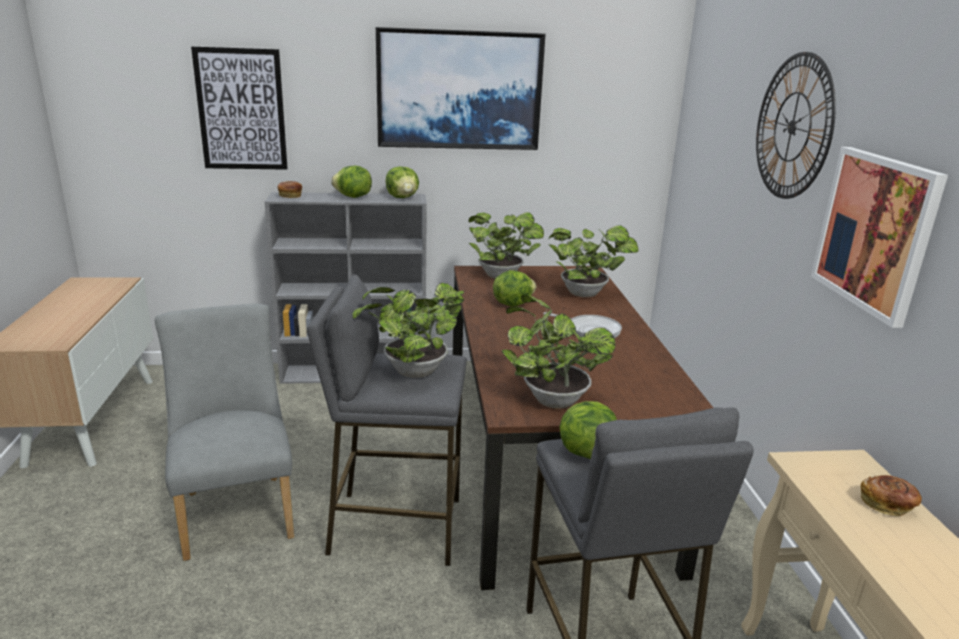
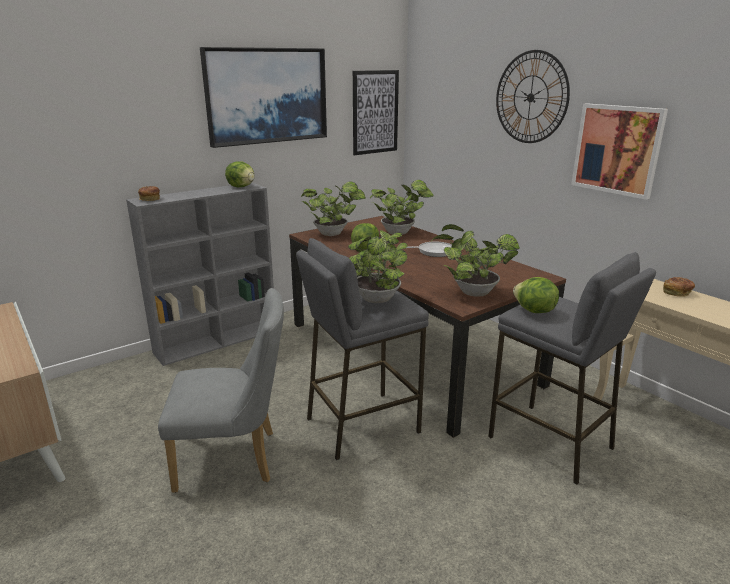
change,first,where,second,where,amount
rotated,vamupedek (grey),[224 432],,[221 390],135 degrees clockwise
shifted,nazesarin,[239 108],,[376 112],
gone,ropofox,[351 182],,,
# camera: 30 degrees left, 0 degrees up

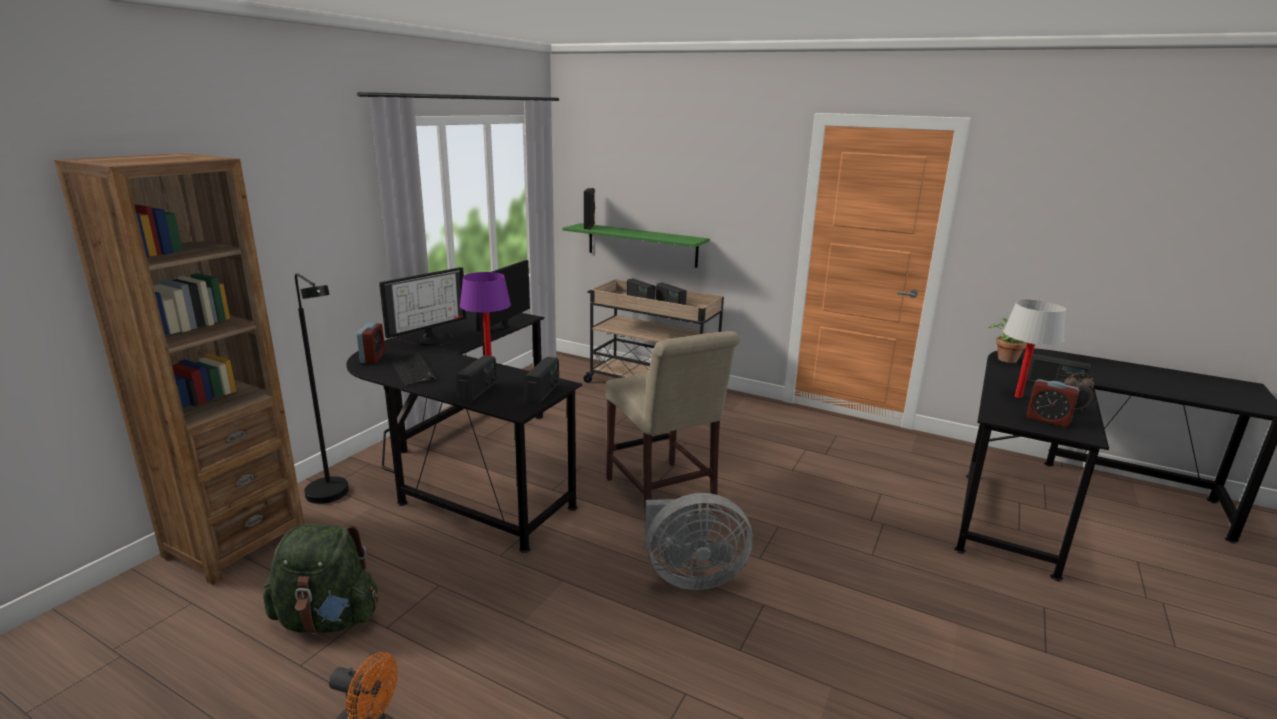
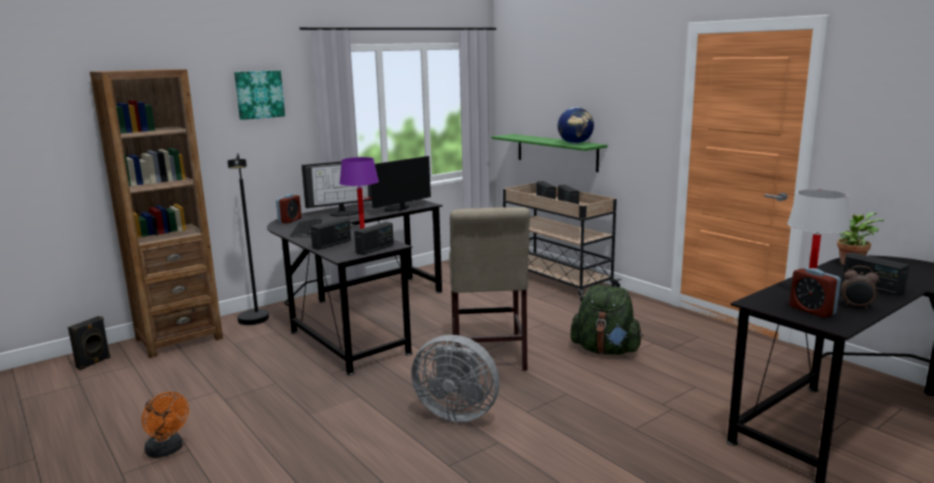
change,first,where,second,where,amount
shifted,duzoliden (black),[589 209],,[89 343],
new,,,nazesarin,[259 95],
new,,,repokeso,[576 125],
shifted,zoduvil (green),[320 579],,[606 320],
# camera: 25 degrees right, 5 degrees down

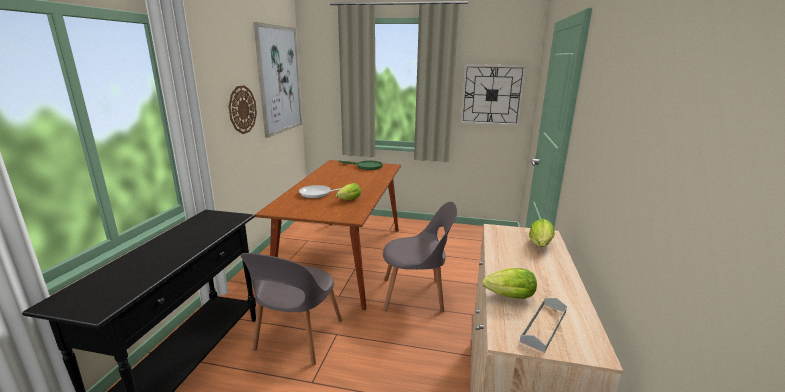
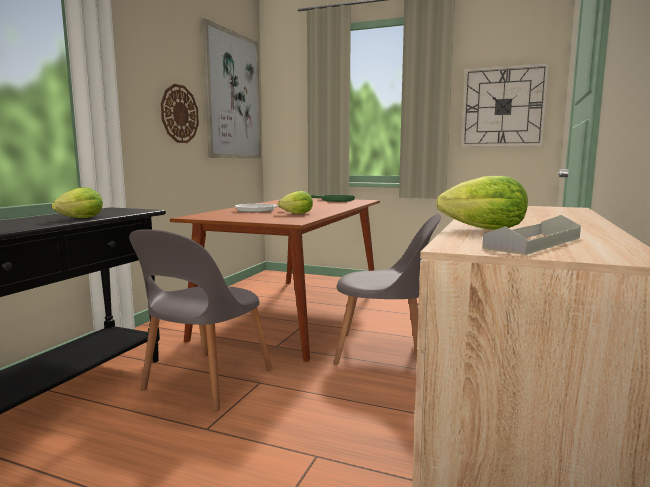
change,first,where,second,where,amount
shifted,ropofox,[542 233],,[77 202],
# camera: 10 degrees right, 10 degrees down

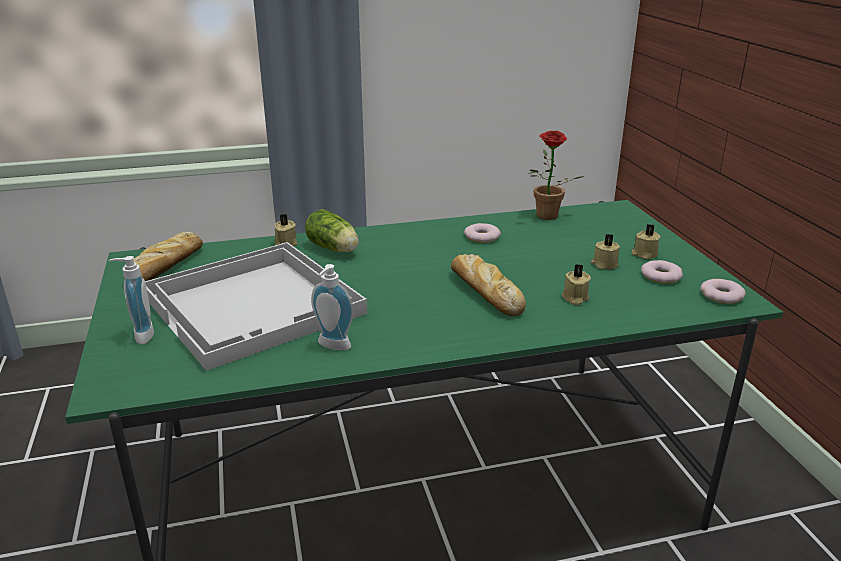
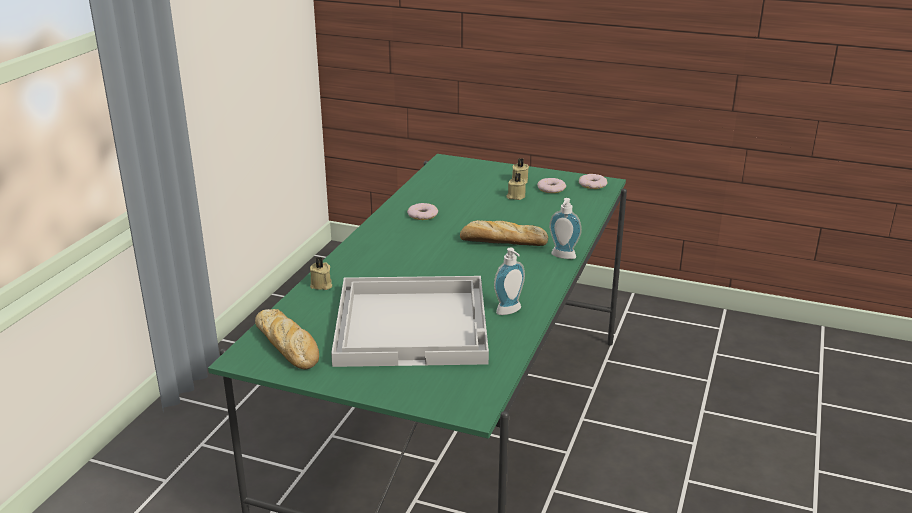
change,first,where,second,where,amount
shifted,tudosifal,[131 300],,[565 228],
gone,ropofox,[332 230],,,
gone,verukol,[556 175],,,
gone,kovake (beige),[576 284],,,
# camera: 55 degrees left, 0 degrees up

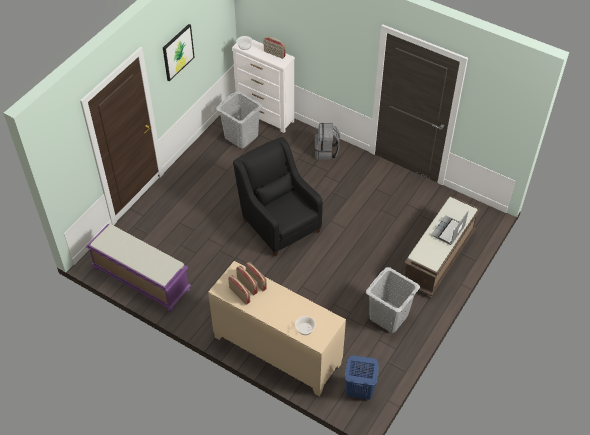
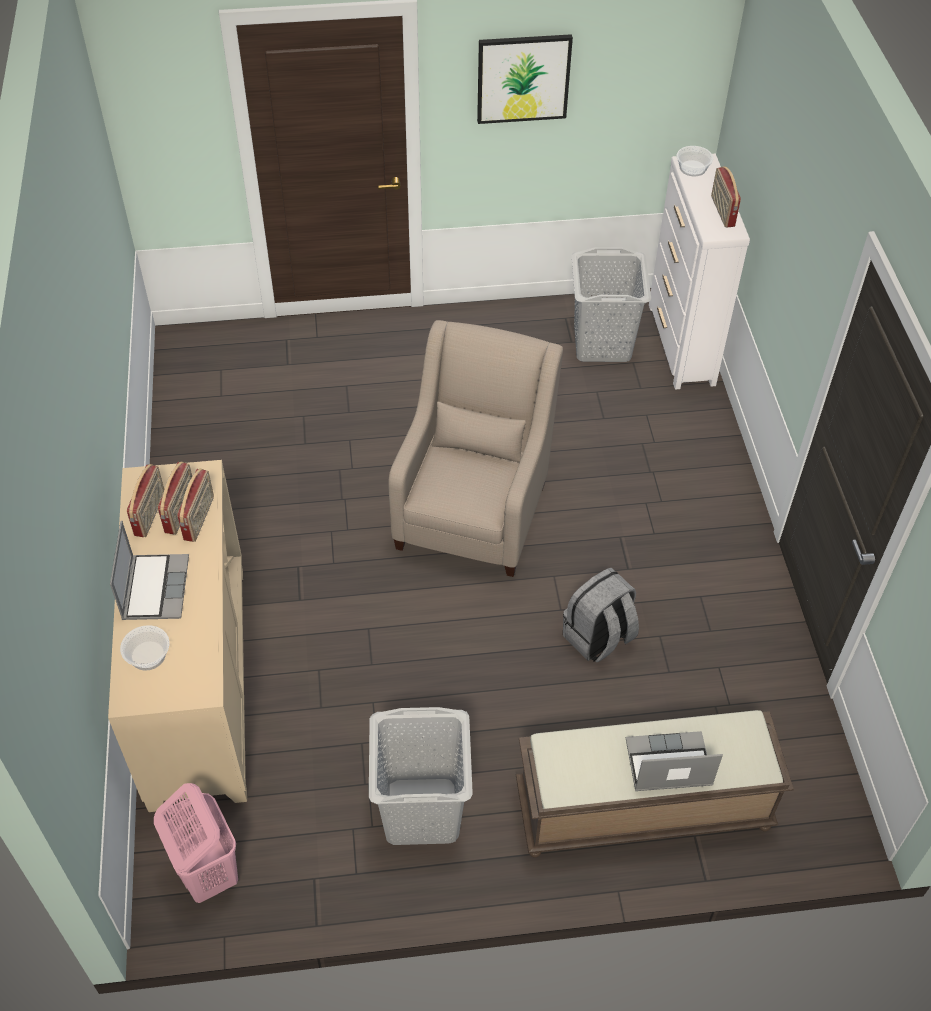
change,first,where,second,where,amount
new,,,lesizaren,[149 570],
repainted,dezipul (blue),[362 377],dezipul (pink),[196 843],
repainted,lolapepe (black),[278 197],lolapepe (beige),[475 448],
shifted,zoduvil (grey),[327 141],,[601 615],
gone,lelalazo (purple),[139 268],,,
# camera: 50 degrees right, 0 degrees up

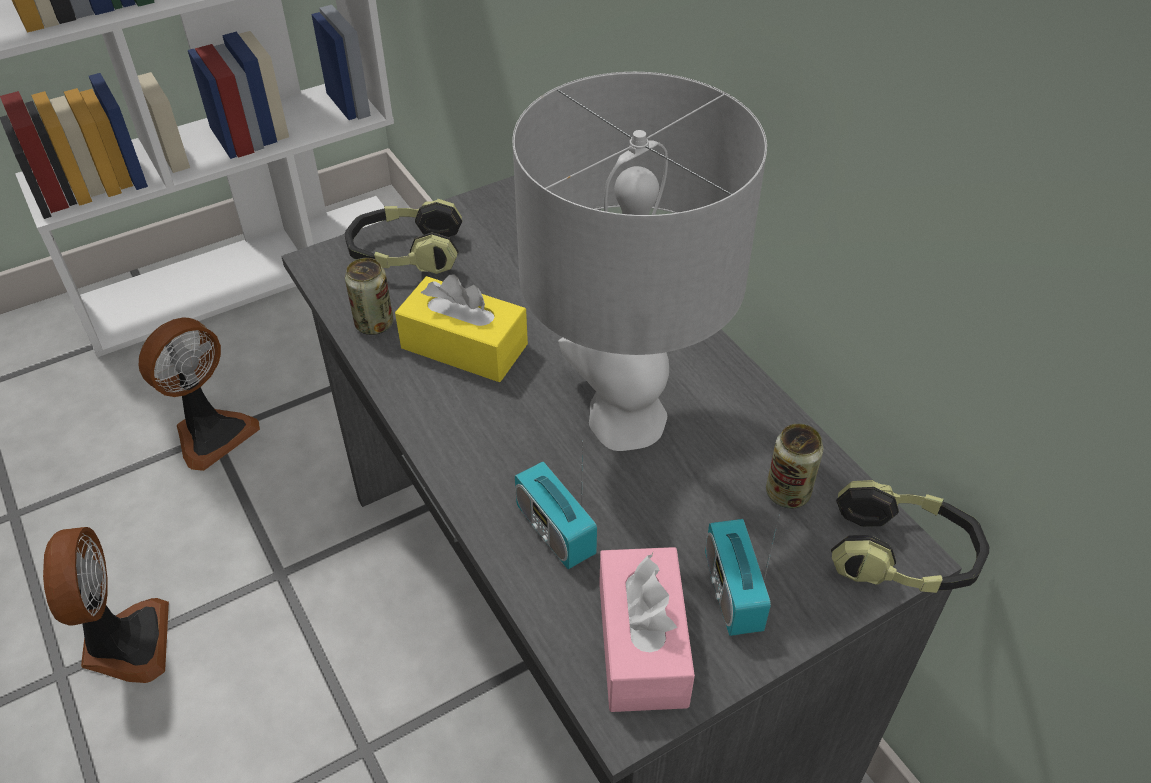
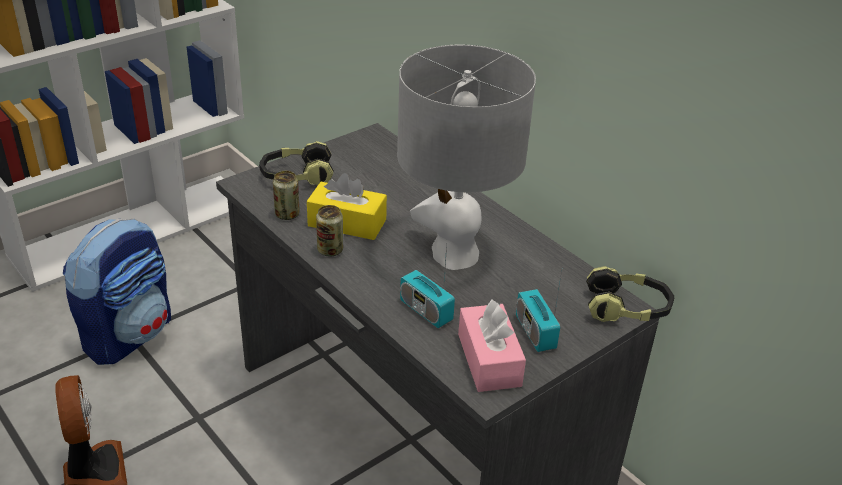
change,first,where,second,where,amount
swapped,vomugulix,[199 394],zoduvil,[117 291],
shifted,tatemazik,[794 466],,[329 230],
# camera: 10 degrees left, 10 degrees down

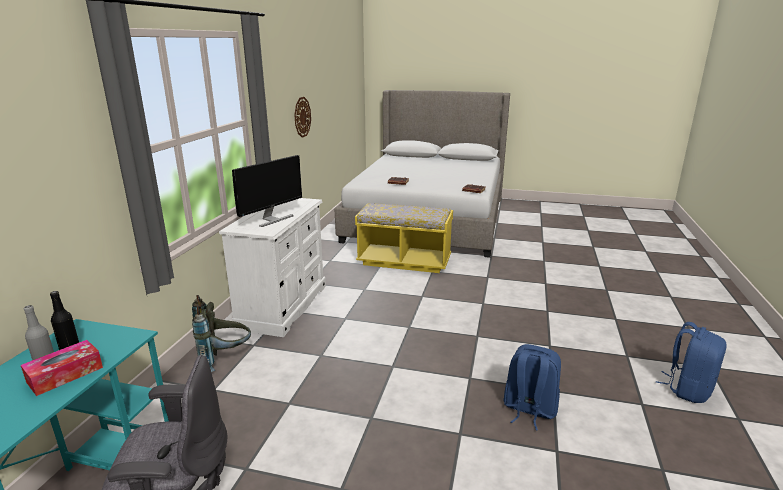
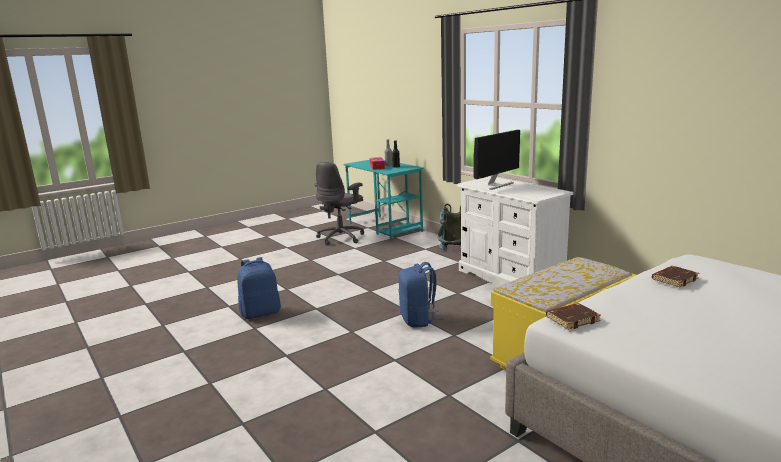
change,first,where,second,where,amount
shifted,zoduvil (blue),[691 362],,[421 295],
rotated,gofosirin,[267 191],,[496 160],120 degrees counterclockwise
gone,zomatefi,[302 117],,,
# camera: 130 degrees right, 5 degrees down

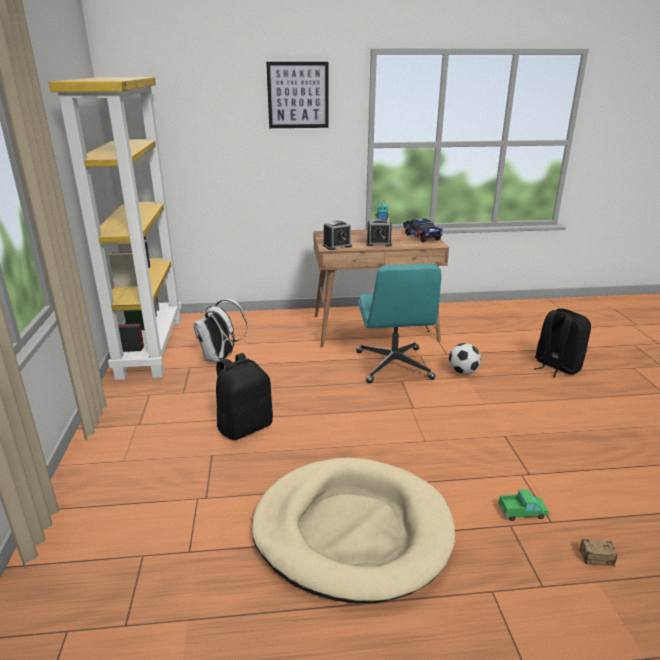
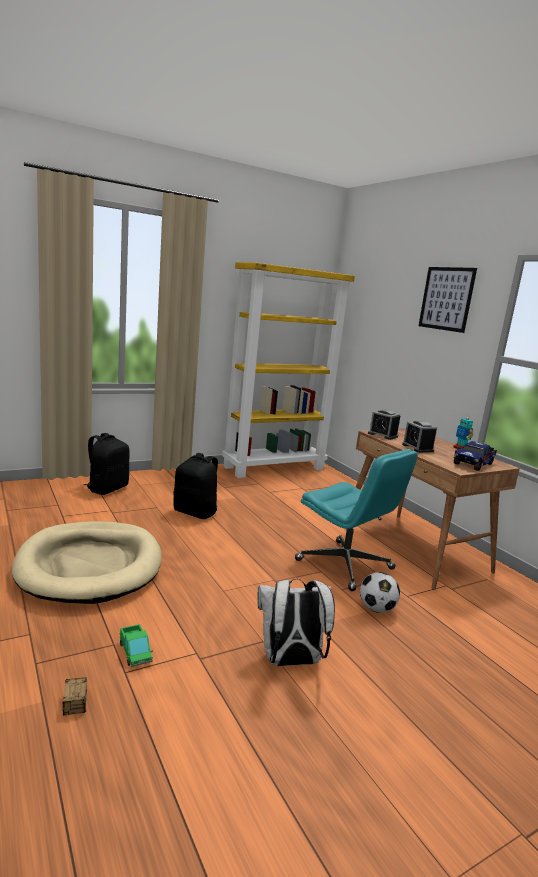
change,first,where,second,where,amount
shifted,zoduvil (black),[562 342],,[106 464],
shifted,zoduvil (white),[220 330],,[296 622],
rotated,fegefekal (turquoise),[399 323],,[356 520],105 degrees counterclockwise
# camera: 65 degrees right, 10 degrees down

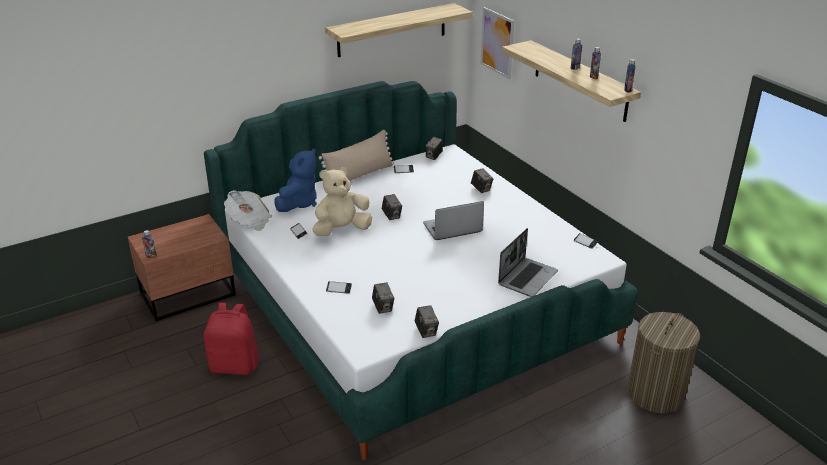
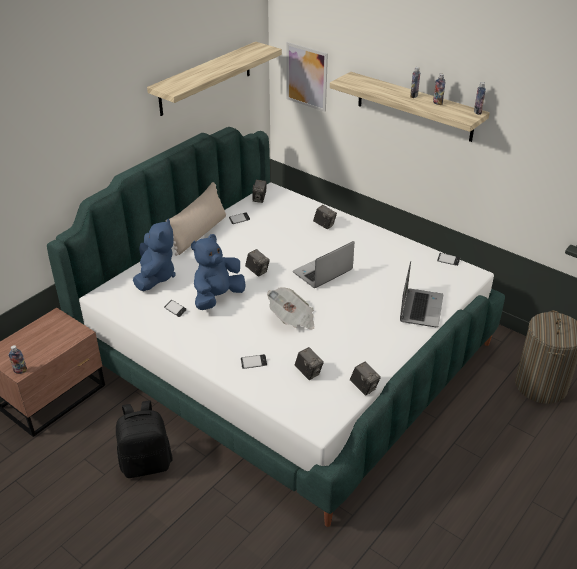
change,first,where,second,where,amount
repainted,zoduvil (red),[231 339],zoduvil (black),[144 439],
repainted,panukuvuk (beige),[342 201],panukuvuk (blue),[218 272],
shifted,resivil,[248 210],,[290 308],
# camera: 20 degrees left, 5 degrees up

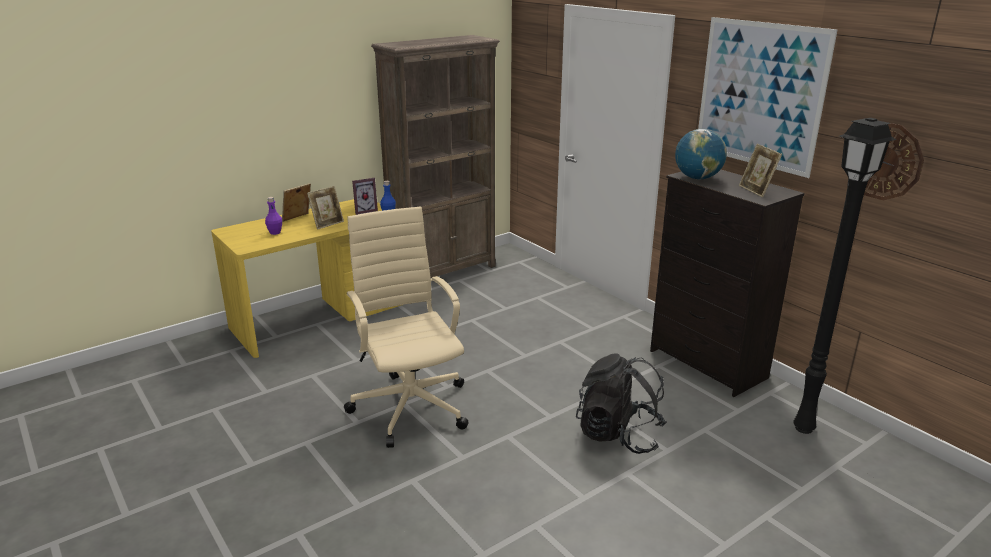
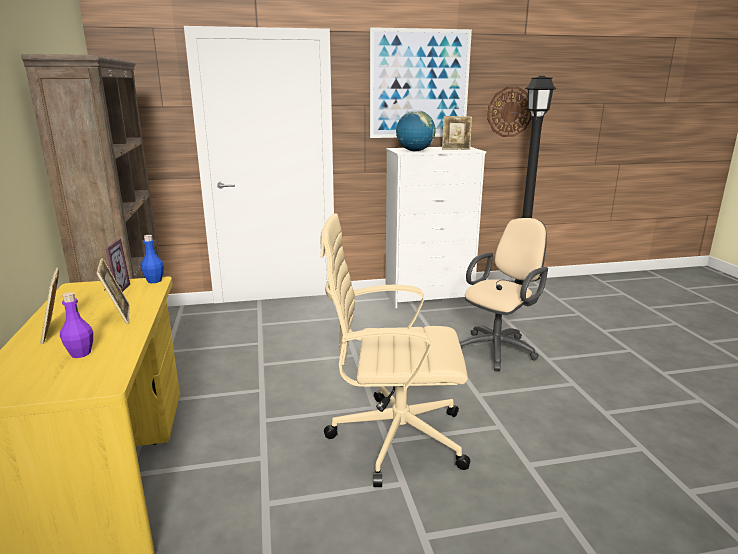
change,first,where,second,where,amount
repainted,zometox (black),[727 283],zometox (white),[435 227],
swapped,zoduvil (black),[621 403],fegefekal (beige),[503 294],
# camera: 65 degrees left, 5 degrees down

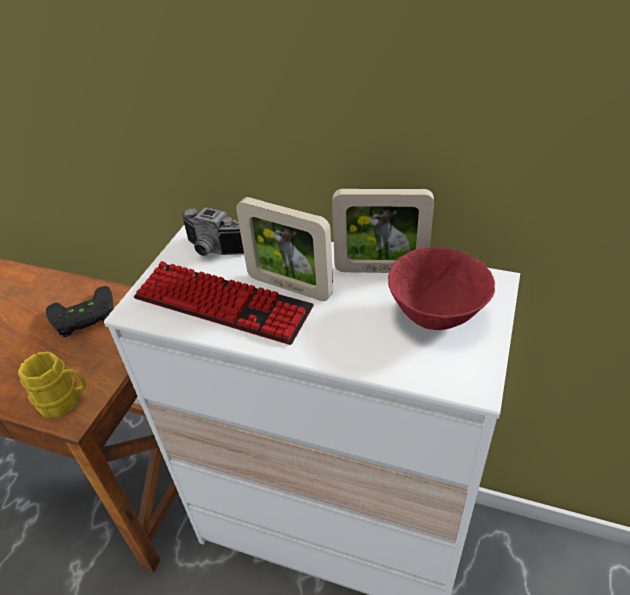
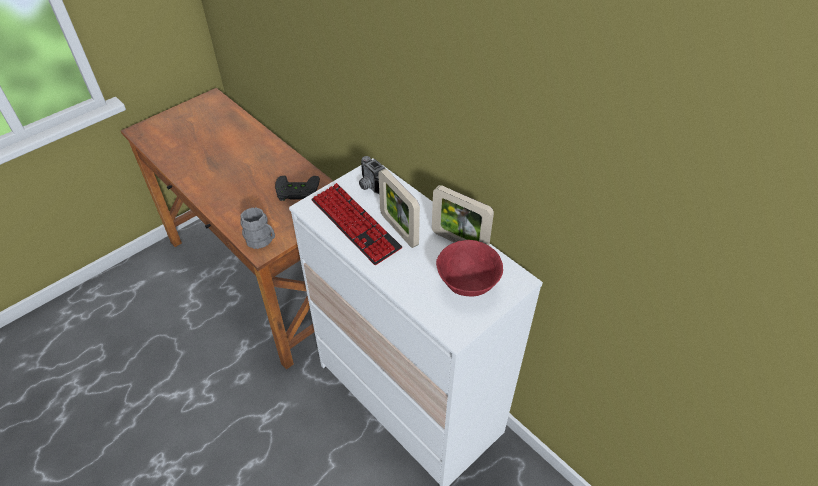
change,first,where,second,where,amount
repainted,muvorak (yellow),[52 385],muvorak (grey),[257 228],
# camera: 25 degrees right, 5 degrees up

